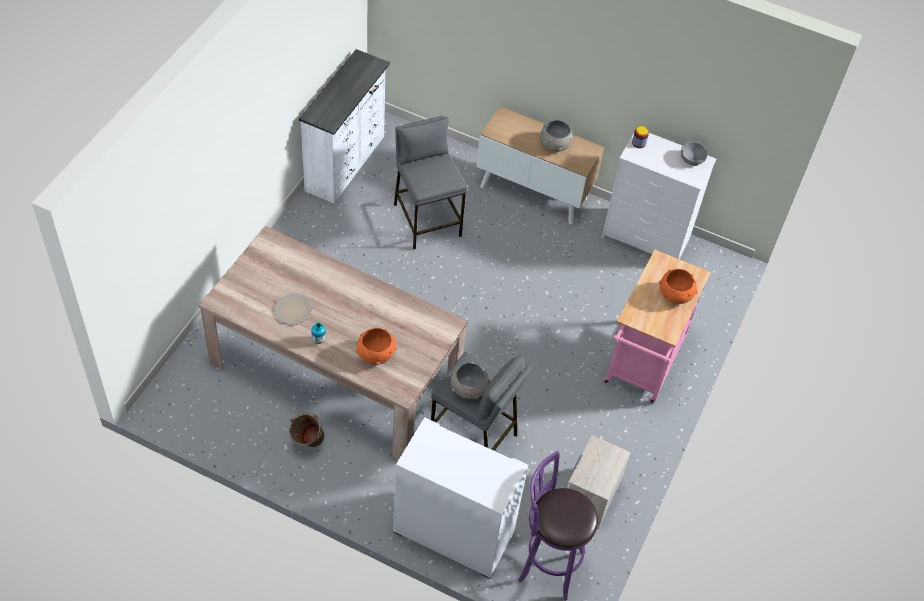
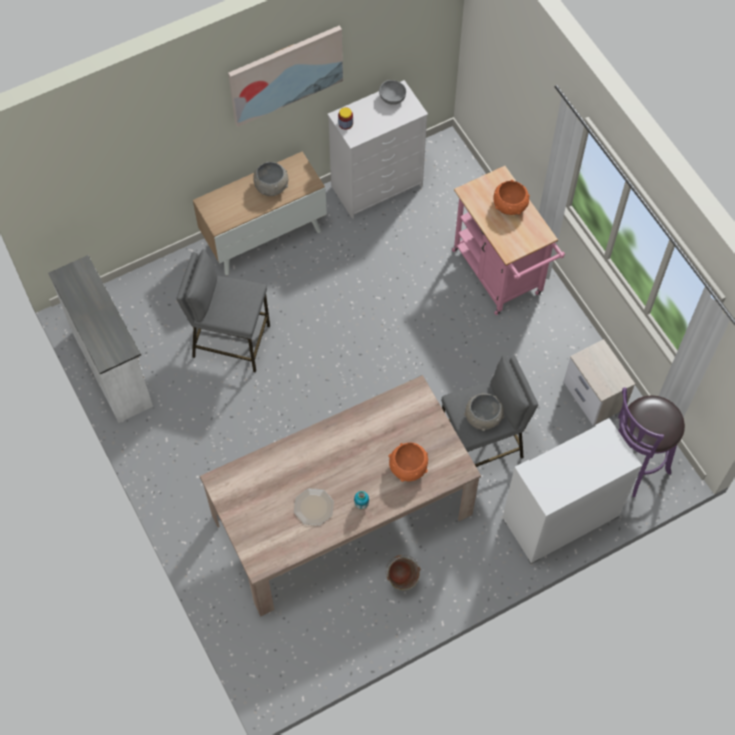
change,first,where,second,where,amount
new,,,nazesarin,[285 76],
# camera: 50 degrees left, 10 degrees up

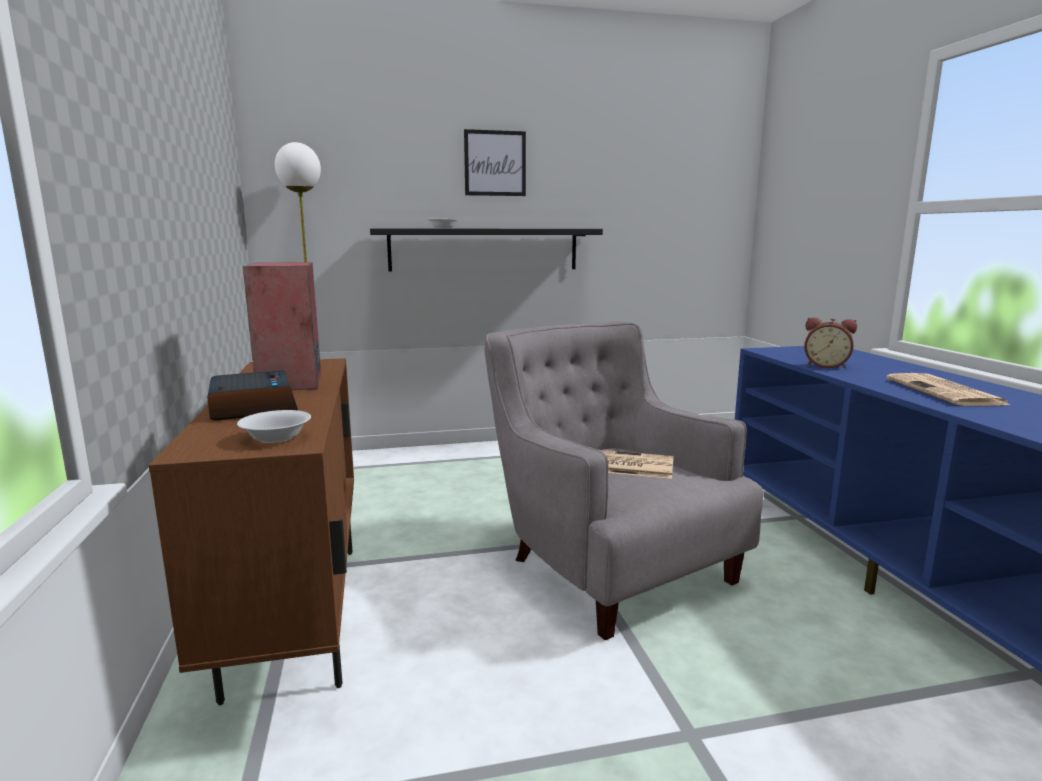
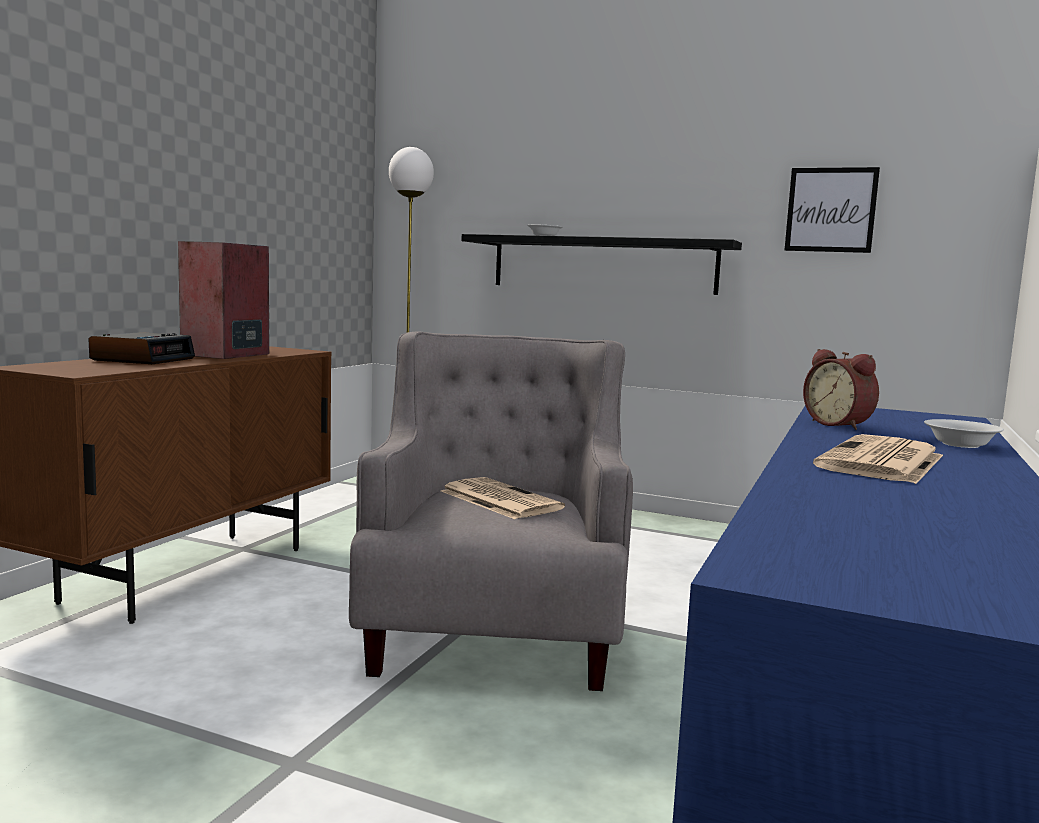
change,first,where,second,where,amount
shifted,nazesarin,[495 162],,[832 210],
shifted,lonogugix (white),[274 426],,[964 433],
# camera: 35 degrees right, 5 degrees down

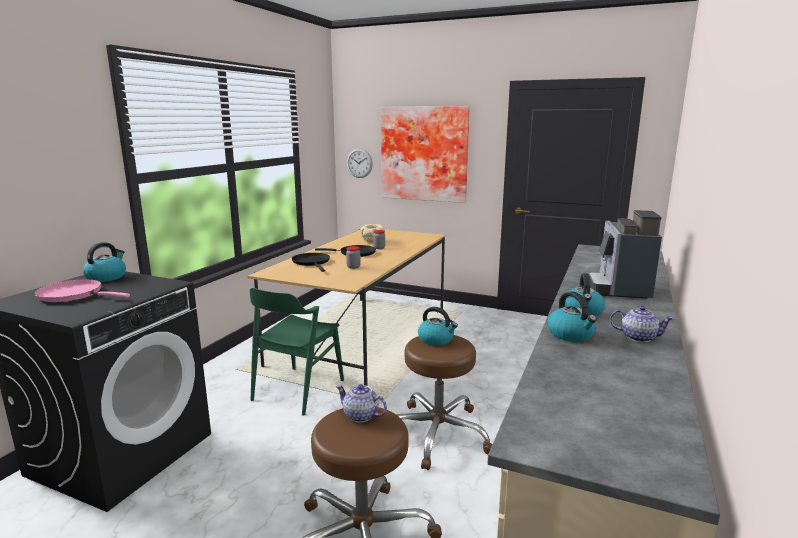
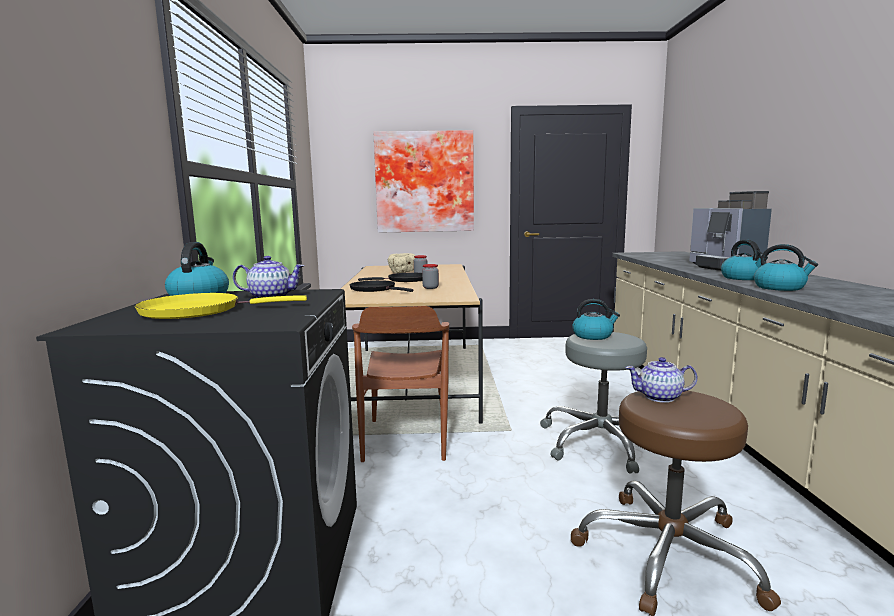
change,first,where,second,where,amount
repainted,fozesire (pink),[82 290],fozesire (yellow),[221 306],
shifted,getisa,[642 324],,[268 277],
repainted,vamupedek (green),[297 351],vamupedek (brown),[400 384],
repainted,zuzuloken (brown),[444 402],zuzuloken (grey),[593 403],
gone,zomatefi,[360 163],,,
# camera: 25 degrees left, 5 degrees down

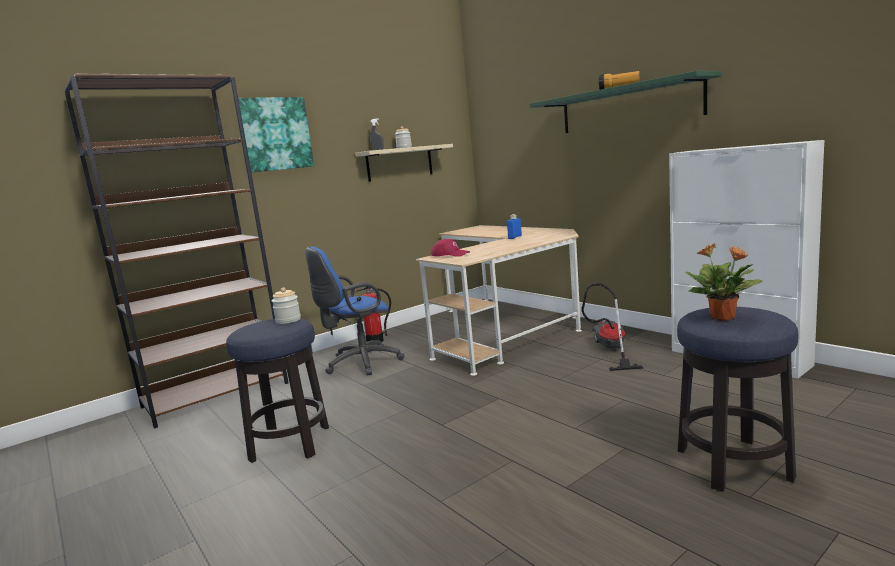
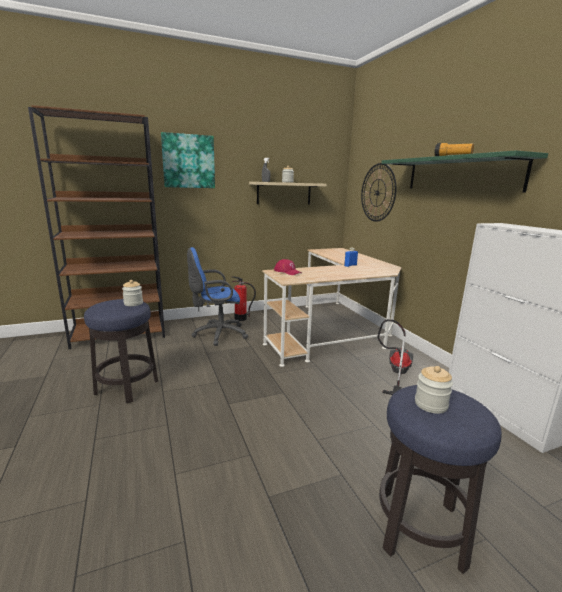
change,first,where,second,where,amount
new,,,zomatefi,[378 192],
swapped,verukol,[724 282],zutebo,[434 390],
# camera: 15 degrees right, 5 degrees up

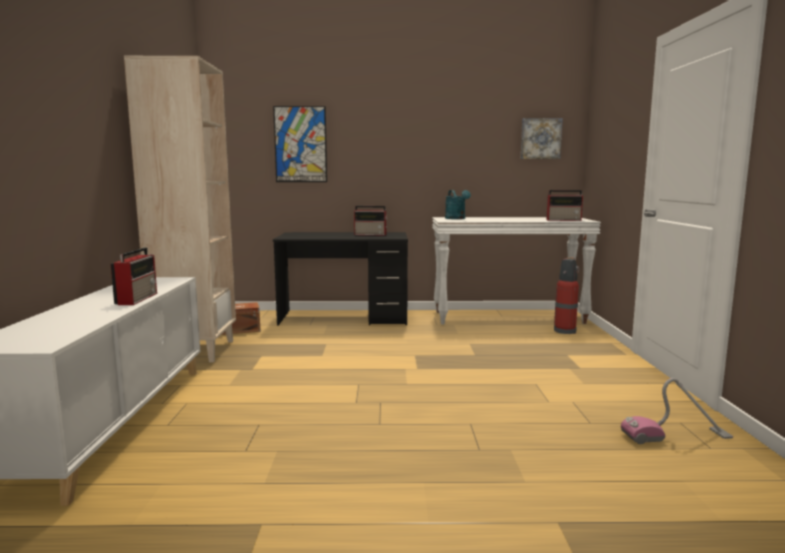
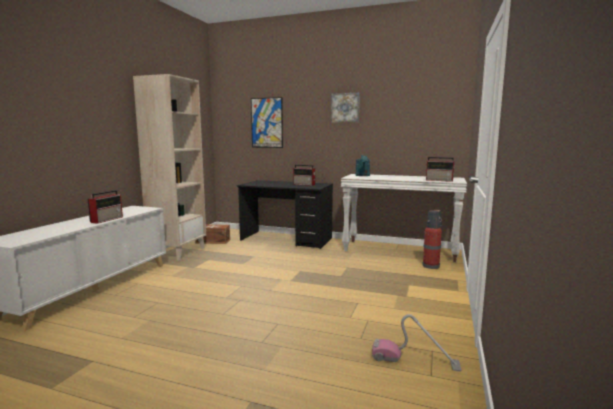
change,first,where,second,where,amount
shifted,nazesarin,[542 138],,[345 107],
# camera: 20 degrees right, 0 degrees up

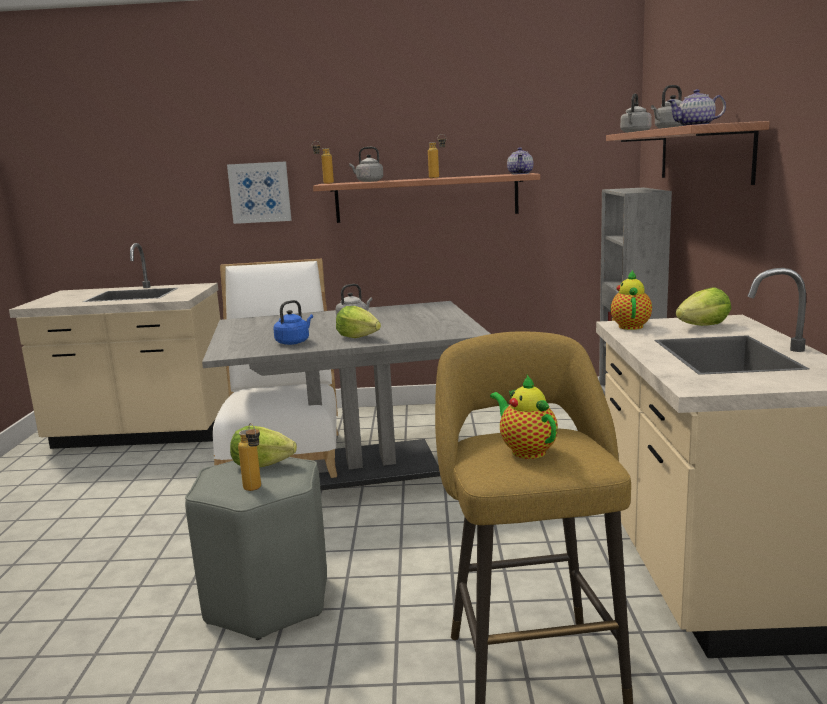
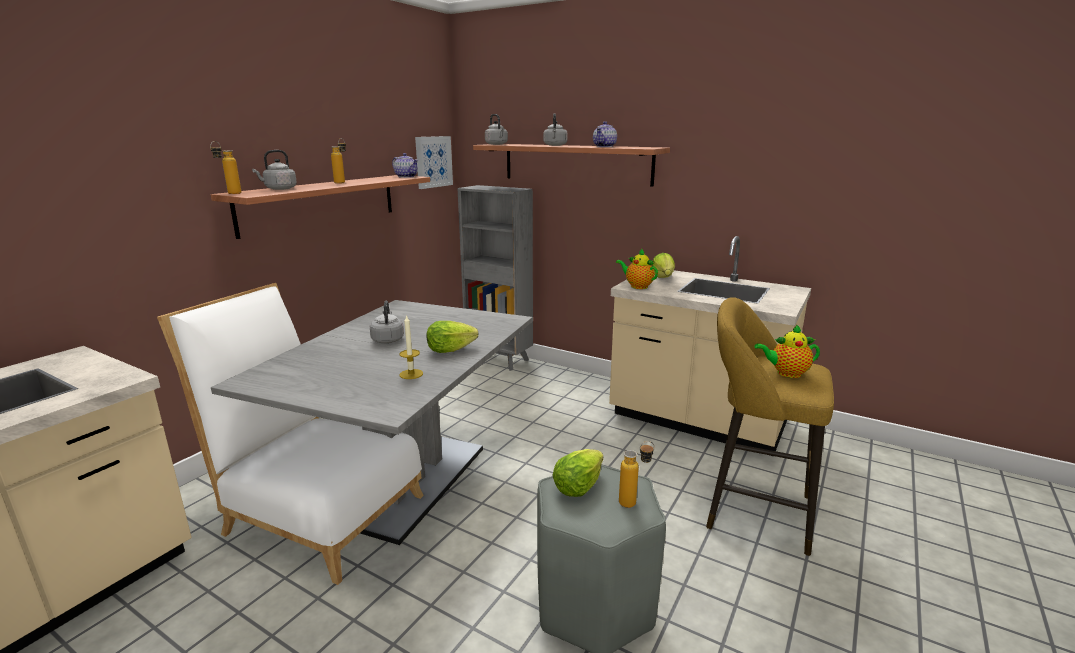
change,first,where,second,where,amount
swapped,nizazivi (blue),[293 322],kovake,[411 347],
shifted,nazesarin,[259 192],,[434 162],
# camera: 60 degrees left, 5 degrees up

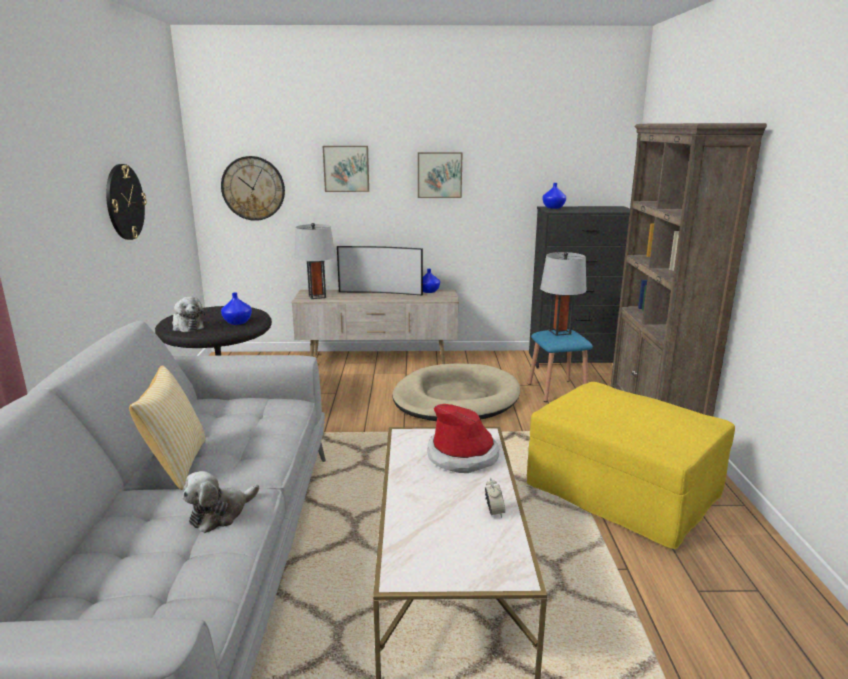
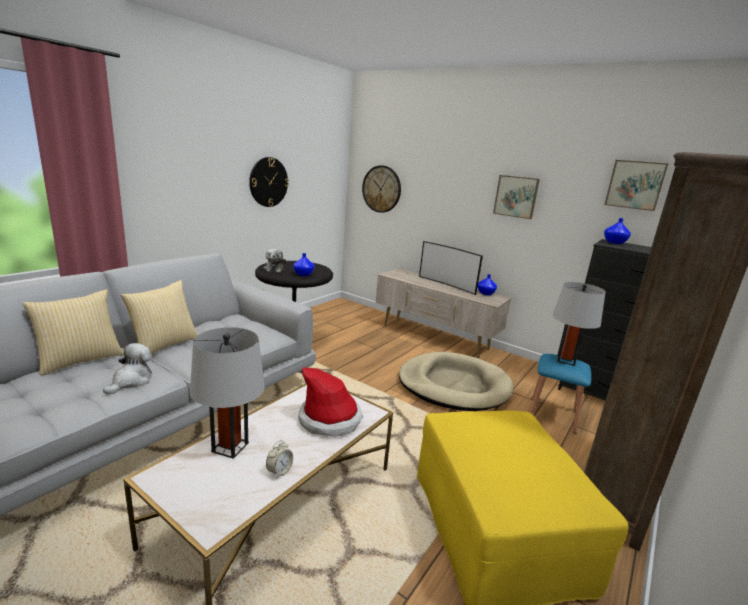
change,first,where,second,where,amount
new,,,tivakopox,[73 332],
rotated,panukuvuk,[220 502],,[127 369],120 degrees clockwise
shifted,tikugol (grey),[315 261],,[227 393],
shifted,nazesarin,[346 169],,[636 185],
# camera: 35 degrees right, 0 degrees up

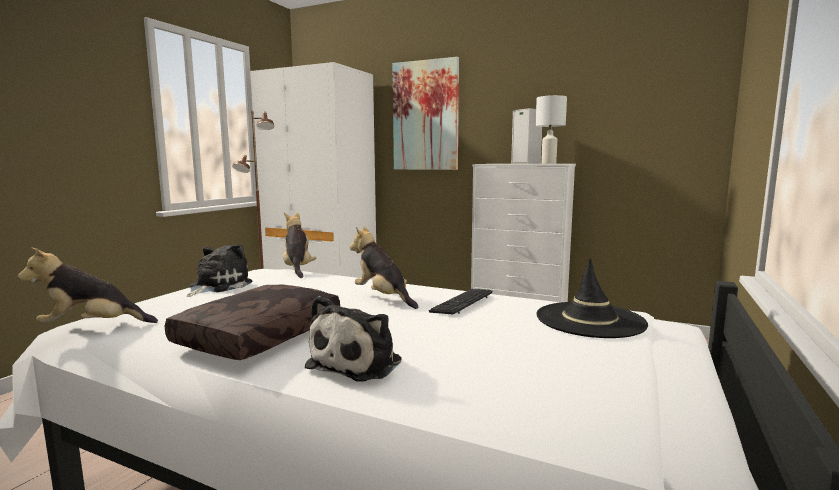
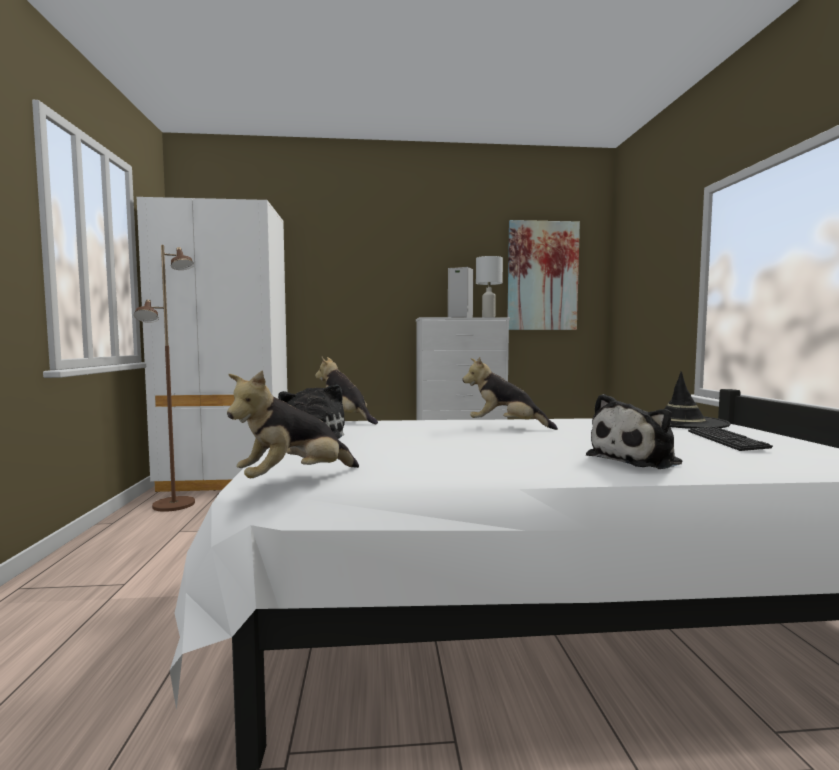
change,first,where,second,where,amount
shifted,nazesarin,[425 113],,[543 275],
rotated,panukuvuk,[353 339],,[634 431],60 degrees clockwise
shifted,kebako,[461 302],,[730 438],
gone,tivakopox (brown),[252 322],,,
# camera: 30 degrees left, 5 degrees down

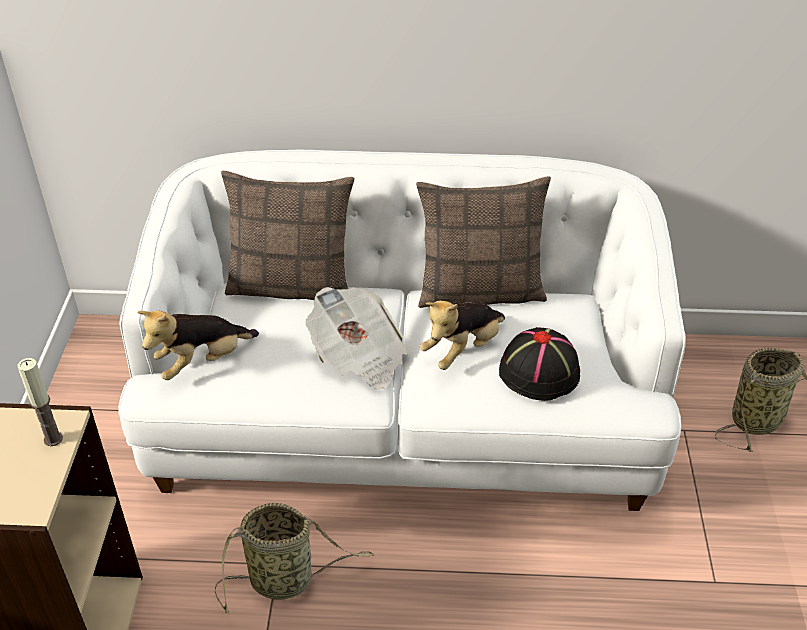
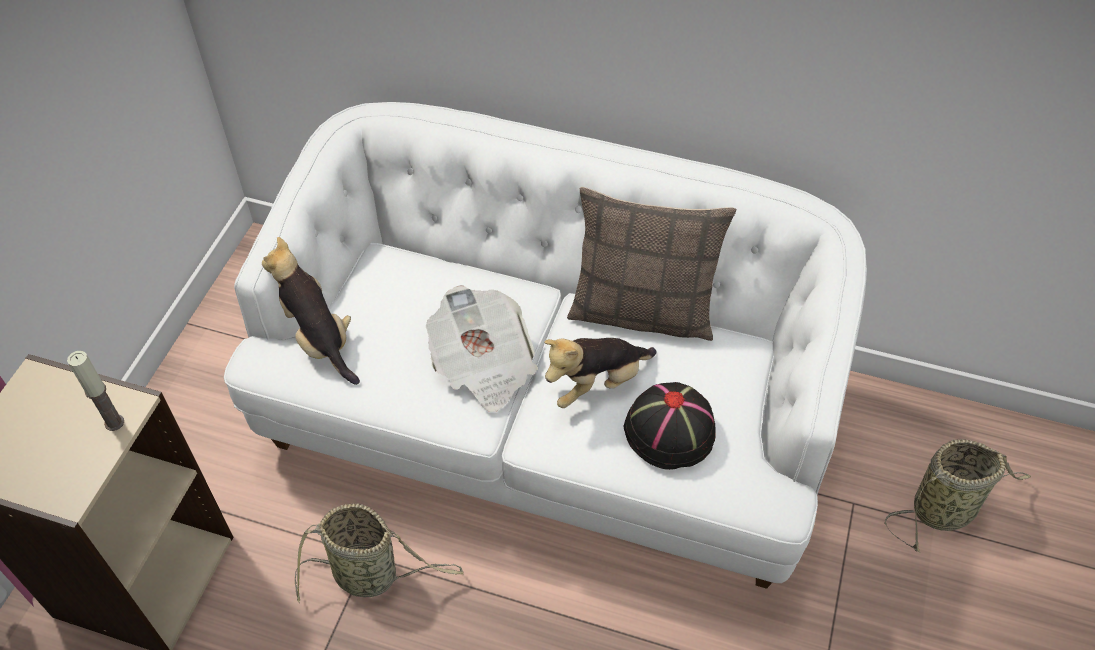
change,first,where,second,where,amount
rotated,panukuvuk,[198 345],,[311 311],75 degrees clockwise
gone,tivakopox,[287 235],,,
# camera: 15 degrees right, 10 degrees up

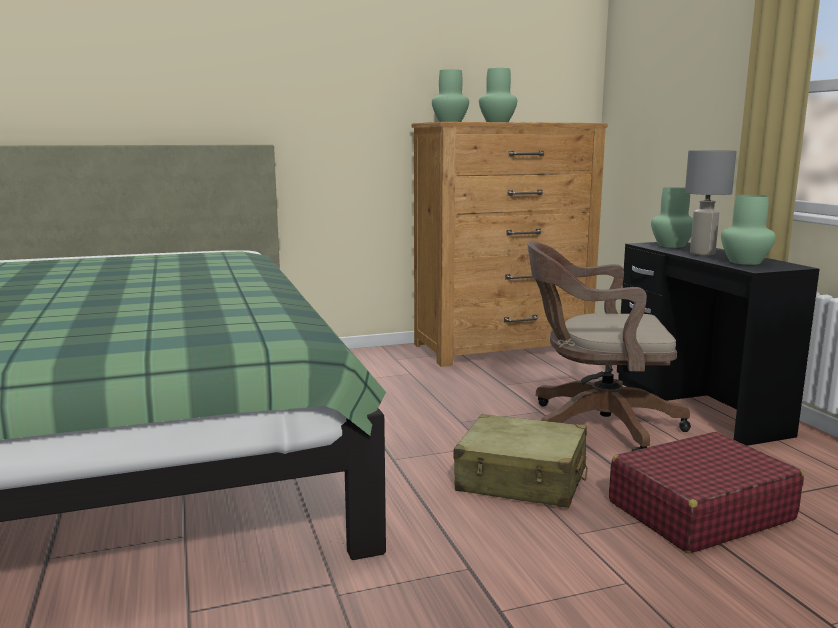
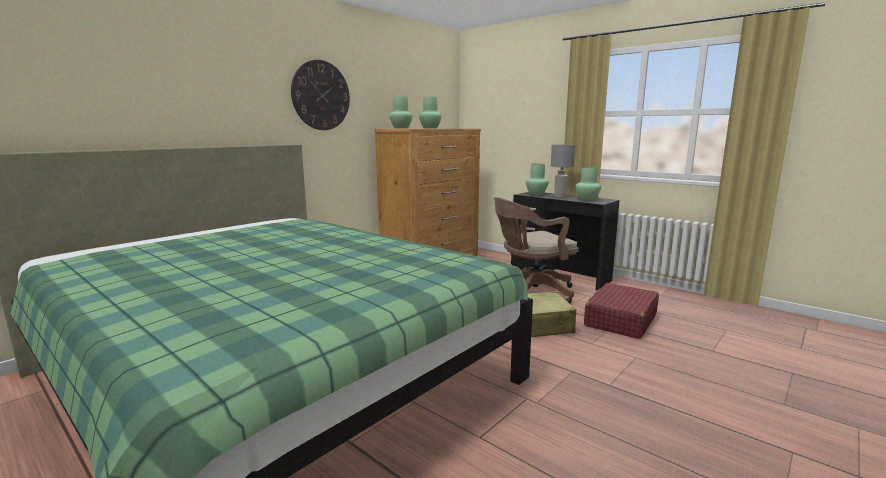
change,first,where,second,where,amount
new,,,zomatefi,[320 95],
# camera: 30 degrees left, 0 degrees up

